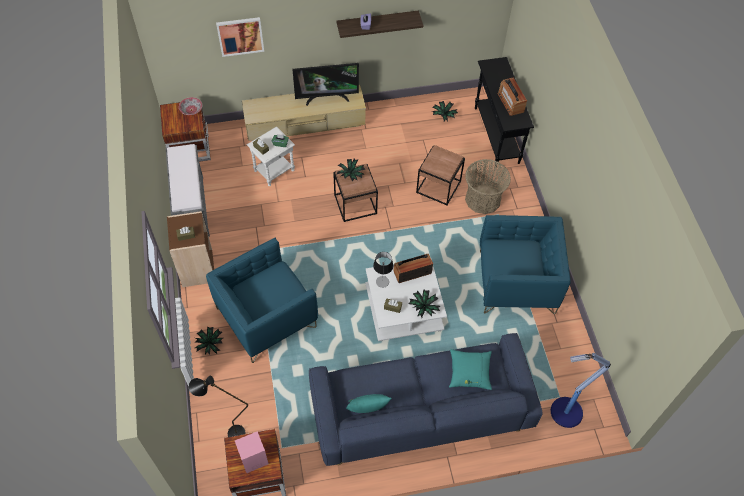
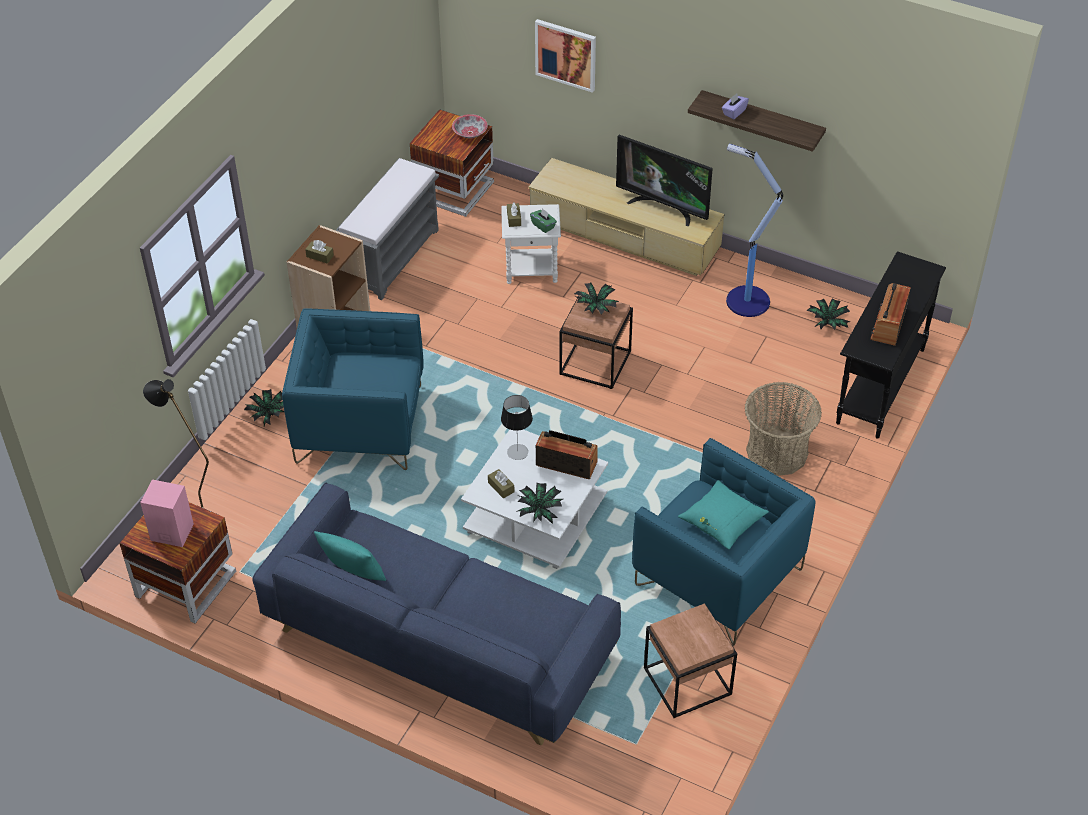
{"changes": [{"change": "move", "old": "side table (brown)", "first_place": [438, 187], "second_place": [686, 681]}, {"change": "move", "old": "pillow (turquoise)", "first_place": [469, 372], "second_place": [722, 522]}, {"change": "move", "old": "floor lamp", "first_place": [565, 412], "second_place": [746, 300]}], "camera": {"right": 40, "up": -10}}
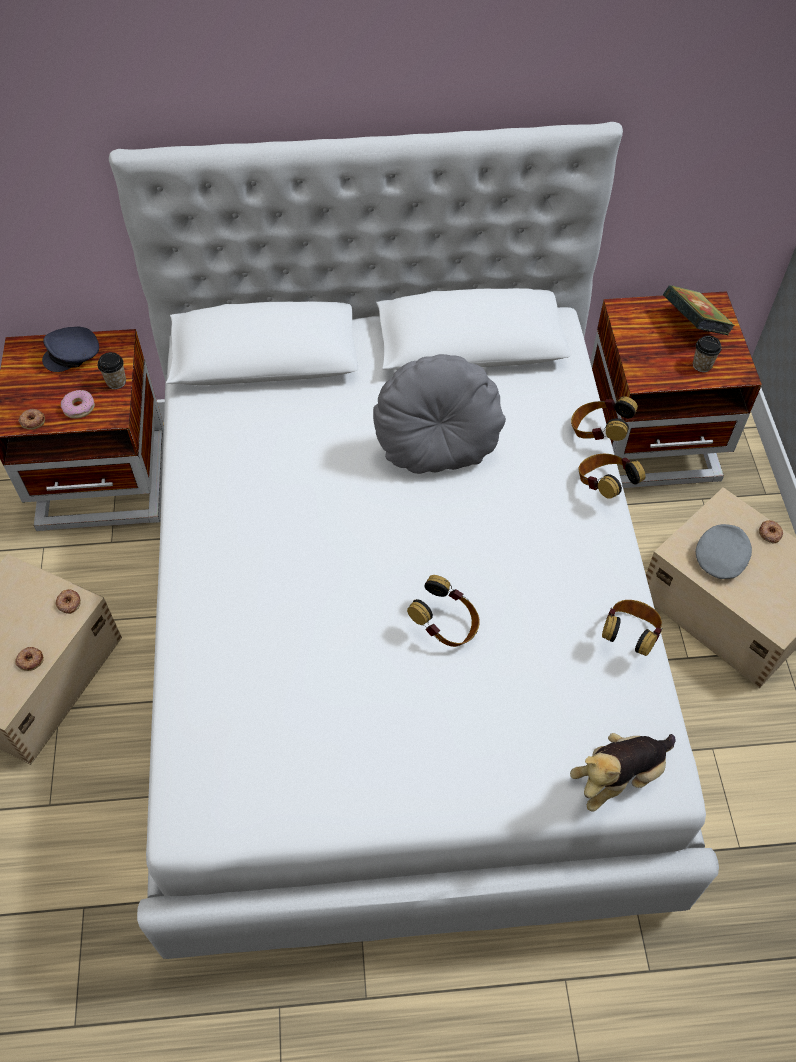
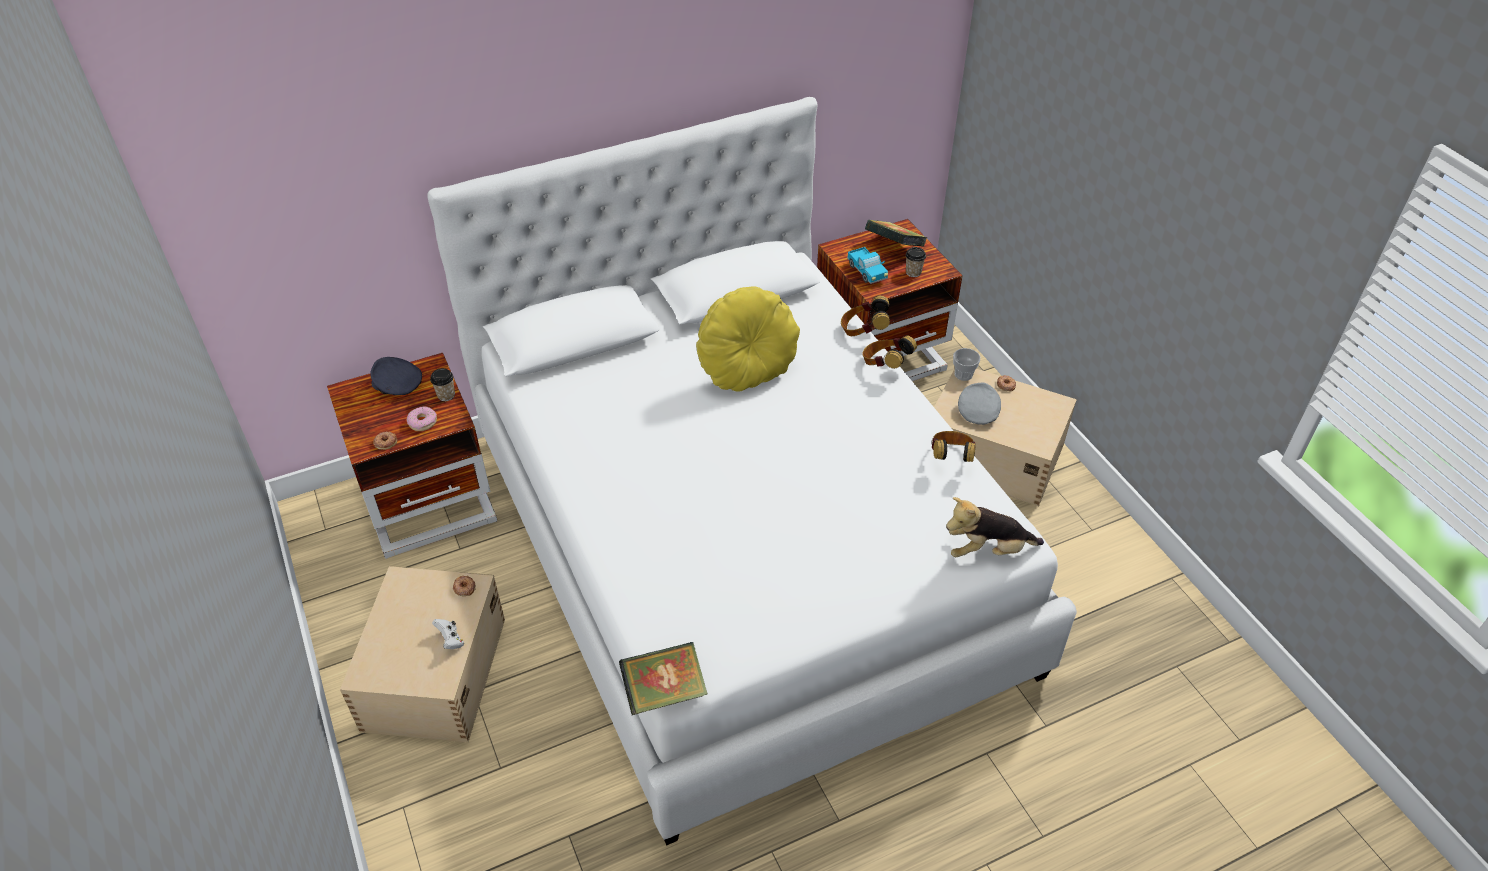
{"changes": [{"change": "delete", "old": "headphones", "first_place": [446, 626]}, {"change": "insert", "new": "book", "second_place": [664, 692]}, {"change": "insert", "new": "toy truck", "second_place": [867, 272]}, {"change": "insert", "new": "cup", "second_place": [963, 374]}, {"change": "replace", "old": "donut", "new": "game controller (white)", "first_place": [30, 660], "second_place": [451, 640]}, {"change": "recolor", "old": "pillow (grey)", "new": "pillow (yellow)", "first_place": [437, 453], "second_place": [748, 374]}, {"change": "rotate", "old": "cap (grey)", "first_place": [73, 355], "second_place": [396, 384], "degrees": 75}, {"change": "rotate", "old": "plush toy", "first_place": [618, 777], "second_place": [987, 550], "degrees": 45}], "camera": {"right": -20, "up": -10}}
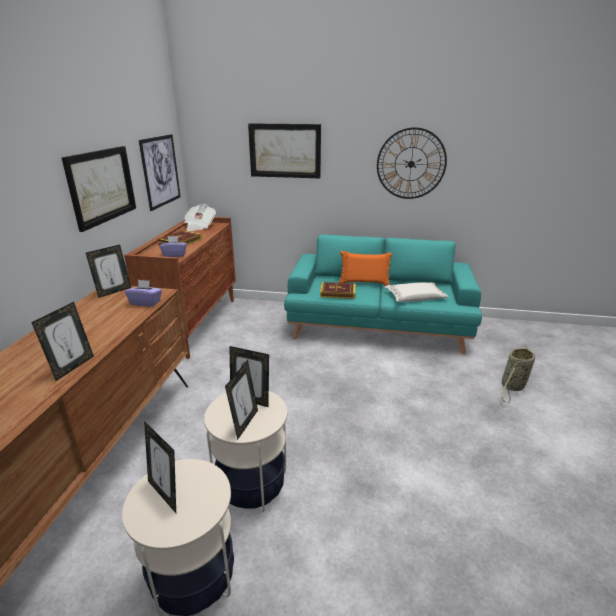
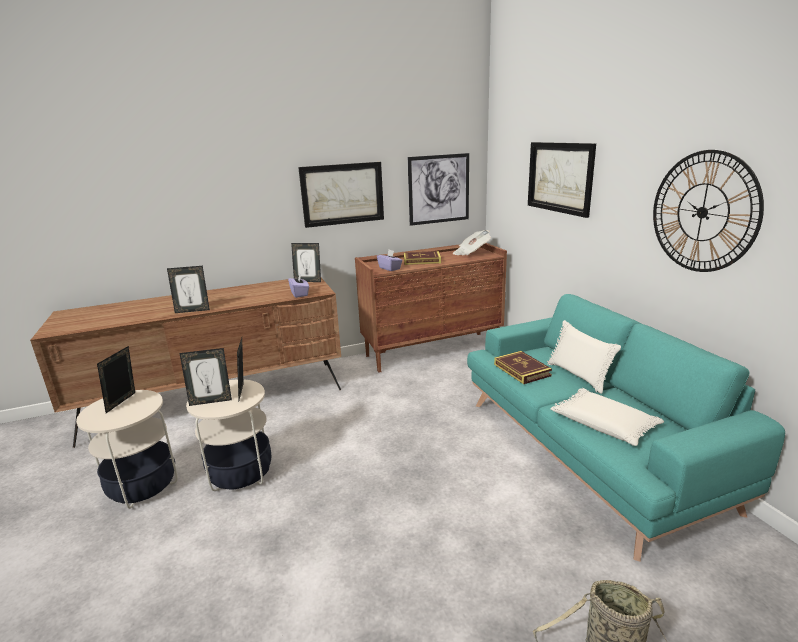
{"changes": [{"change": "recolor", "old": "pillow (orange)", "new": "pillow (white)", "first_place": [364, 283], "second_place": [579, 376]}], "camera": {"right": 60, "up": -5}}
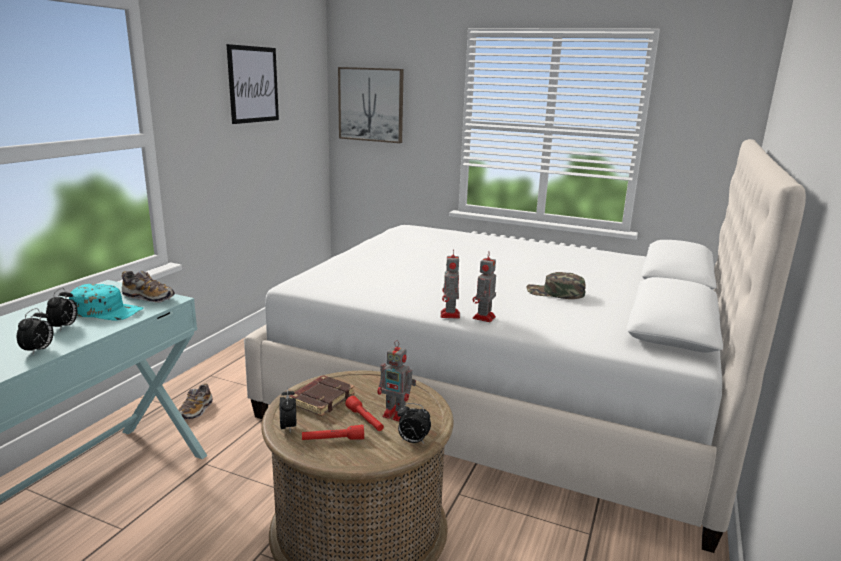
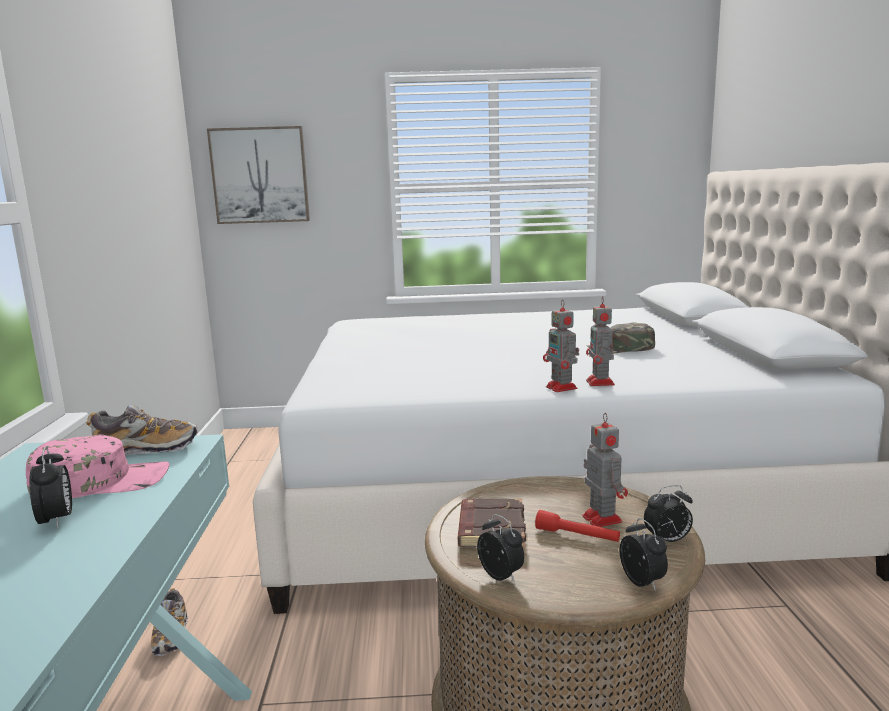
{"changes": [{"change": "delete", "old": "picture", "first_place": [253, 84]}, {"change": "delete", "old": "flashlight (red)", "first_place": [333, 440]}, {"change": "move", "old": "alarm clock", "first_place": [39, 350], "second_place": [643, 582]}, {"change": "recolor", "old": "cap (turquoise)", "new": "cap (pink)", "first_place": [107, 311], "second_place": [102, 481]}, {"change": "rotate", "old": "toy robot", "first_place": [396, 414], "second_place": [601, 518], "degrees": -105}], "camera": {"right": -25, "up": -5}}
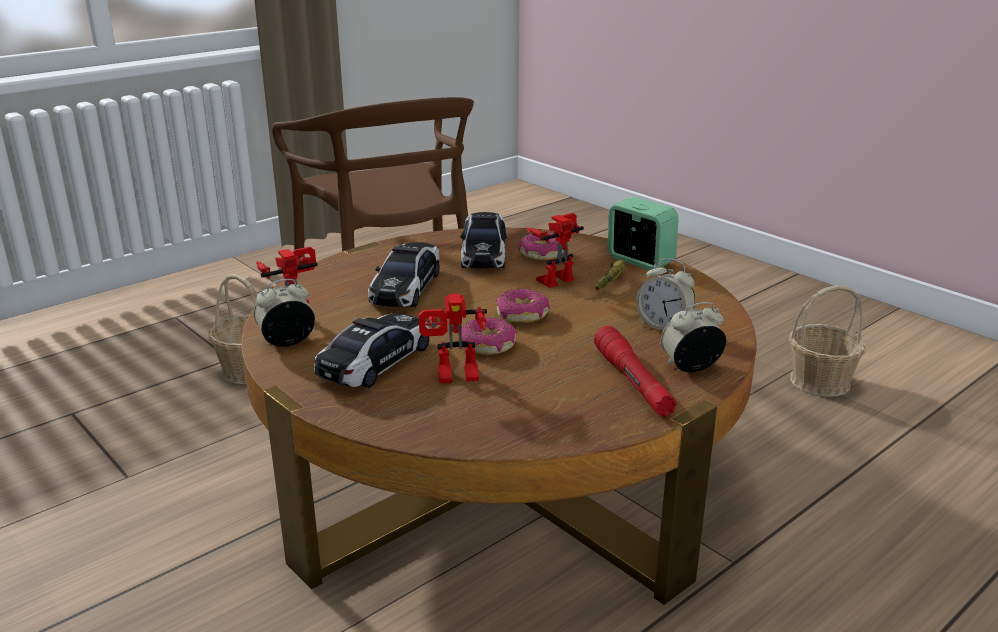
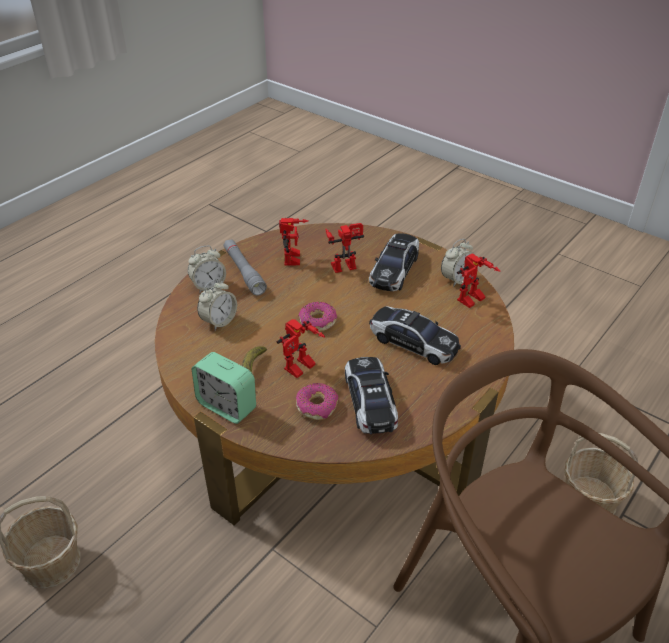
{"changes": [{"change": "delete", "old": "donut", "first_place": [488, 345]}, {"change": "insert", "new": "toy robot", "second_place": [295, 259]}, {"change": "recolor", "old": "flashlight (red)", "new": "flashlight (grey)", "first_place": [633, 382], "second_place": [244, 272]}, {"change": "rotate", "old": "toy car", "first_place": [406, 287], "second_place": [413, 342], "degrees": 120}, {"change": "rotate", "old": "alarm clock", "first_place": [663, 325], "second_place": [219, 321], "degrees": 105}], "camera": {"right": 170, "up": 15}}
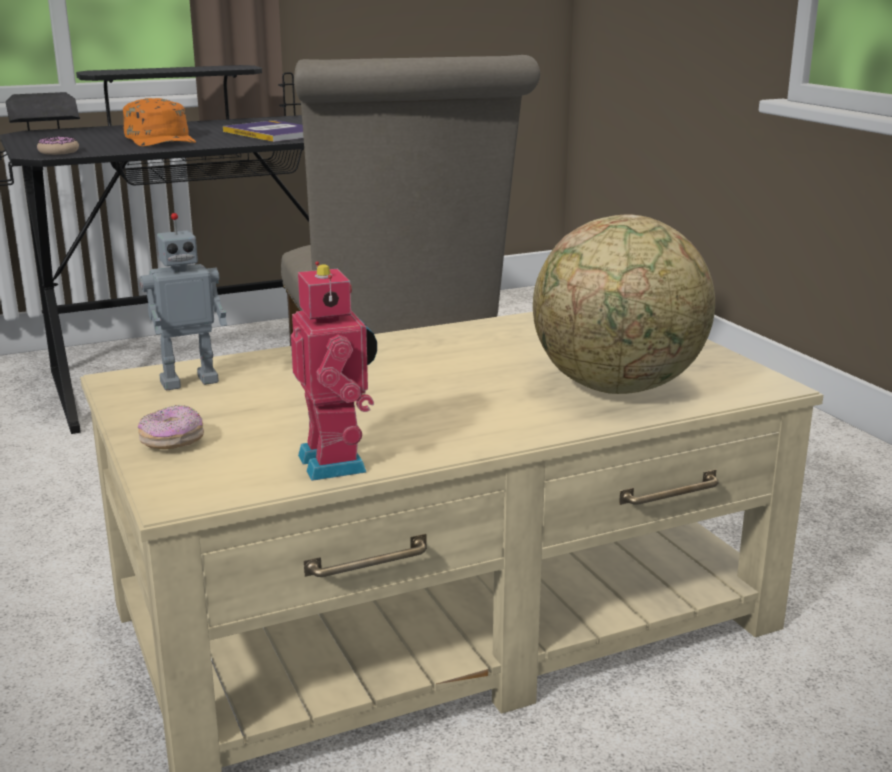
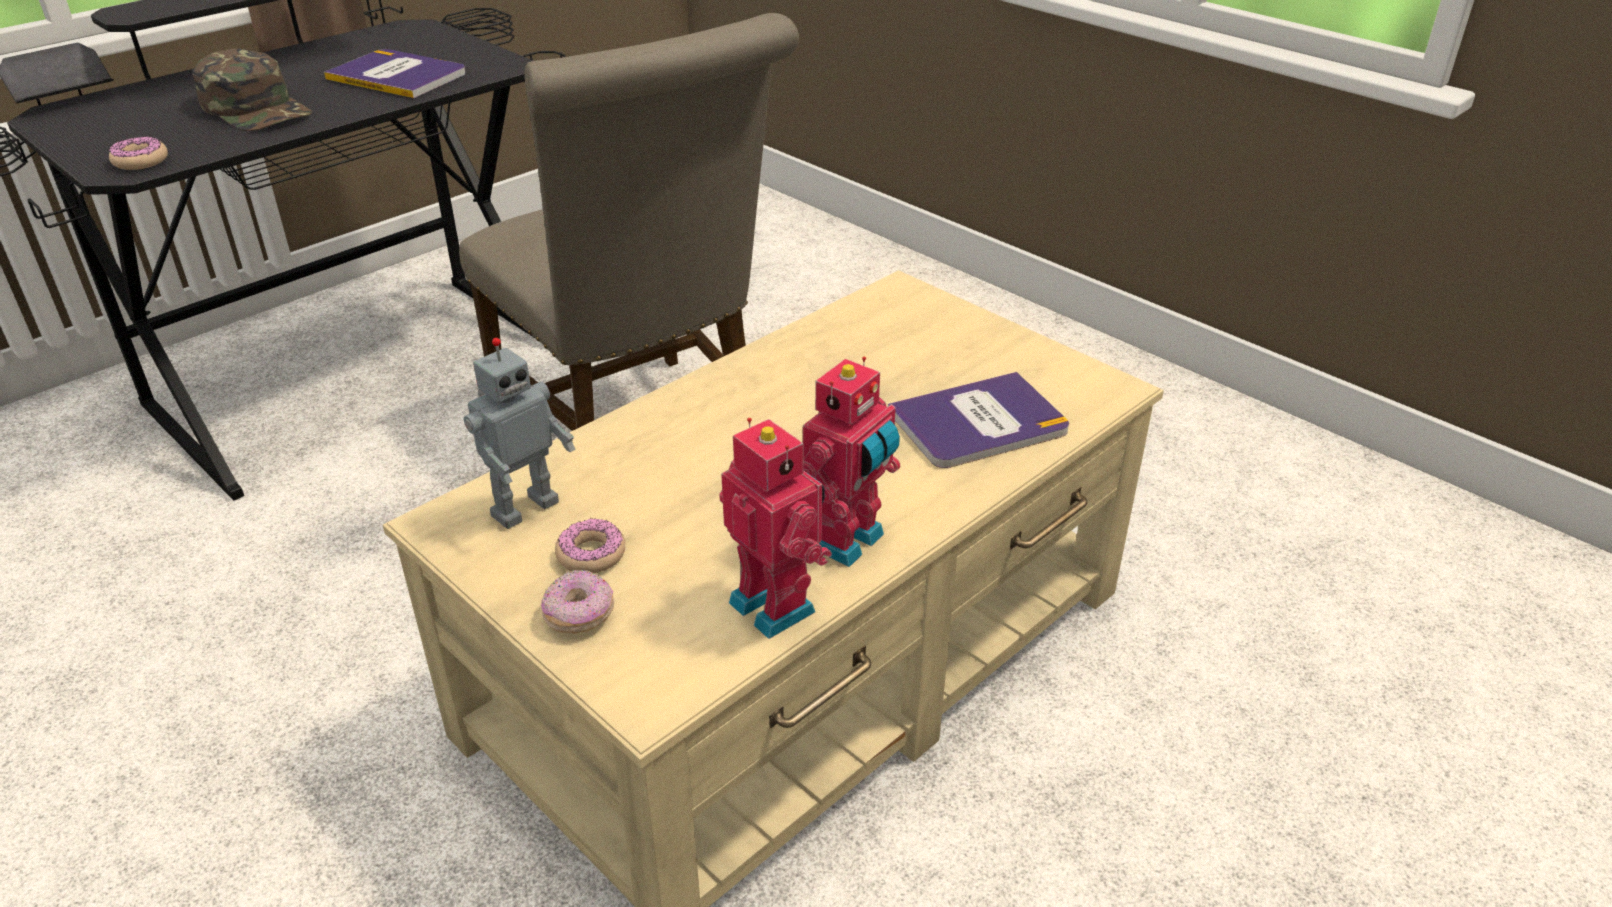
{"changes": [{"change": "insert", "new": "donut", "second_place": [591, 554]}, {"change": "insert", "new": "toy robot", "second_place": [848, 542]}, {"change": "replace", "old": "globe", "new": "book", "first_place": [618, 388], "second_place": [978, 423]}, {"change": "recolor", "old": "cap (orange)", "new": "cap (green)", "first_place": [161, 139], "second_place": [257, 109]}], "camera": {"right": -20, "up": 15}}
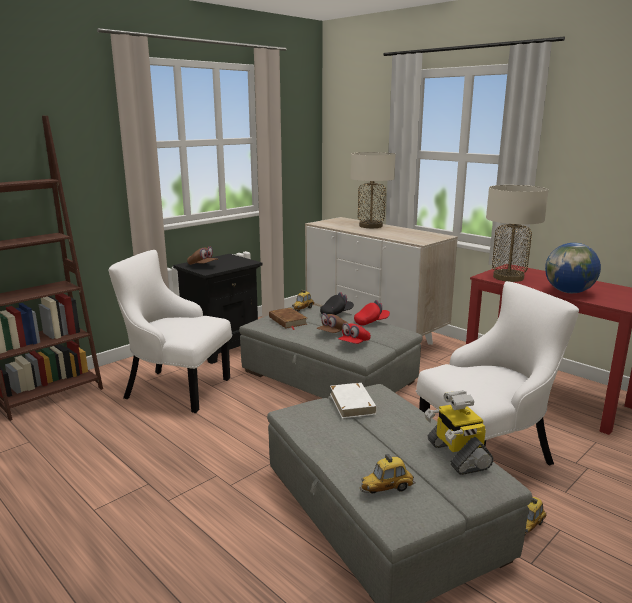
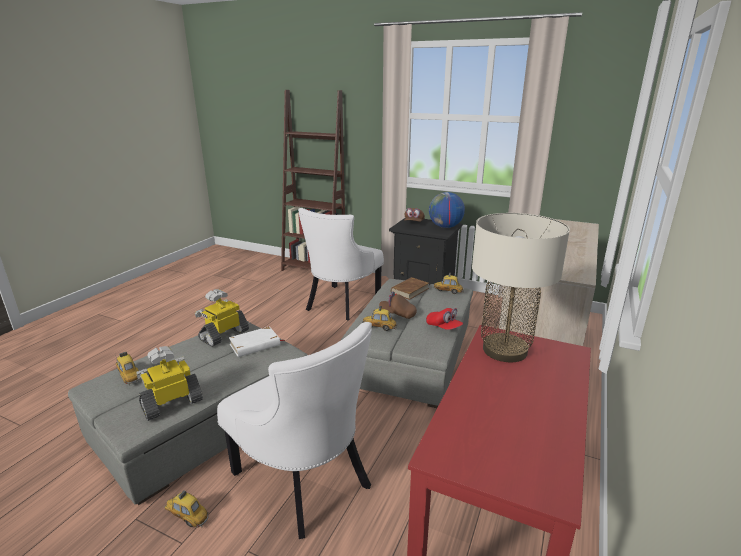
{"changes": [{"change": "delete", "old": "cap (black)", "first_place": [336, 313]}, {"change": "delete", "old": "table lamp", "first_place": [370, 226]}, {"change": "insert", "new": "toy robot", "second_place": [224, 335]}, {"change": "move", "old": "globe", "first_place": [569, 292], "second_place": [445, 227]}, {"change": "replace", "old": "cap (red)", "new": "toy car", "first_place": [354, 344], "second_place": [379, 327]}, {"change": "rotate", "old": "chair (white)", "first_place": [178, 390], "second_place": [342, 302], "degrees": -150}], "camera": {"right": 70, "up": 5}}
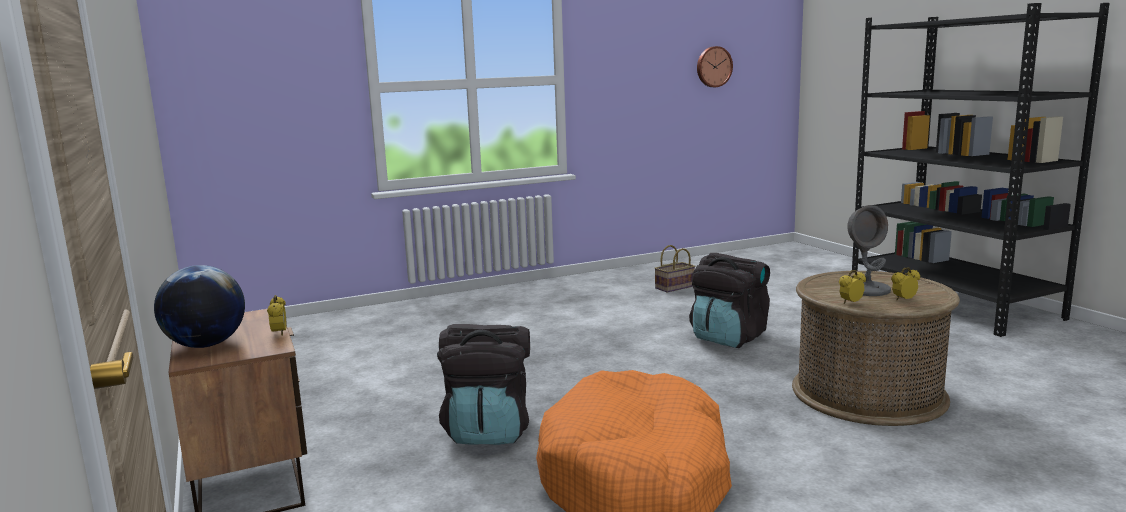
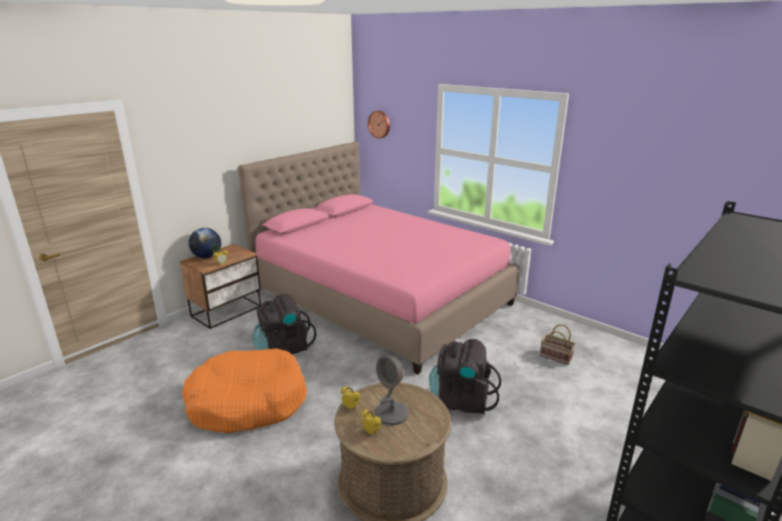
{"changes": [{"change": "insert", "new": "bed (pink)", "second_place": [380, 297]}, {"change": "move", "old": "wall clock", "first_place": [713, 67], "second_place": [379, 124]}], "camera": {"right": 65, "up": 10}}
